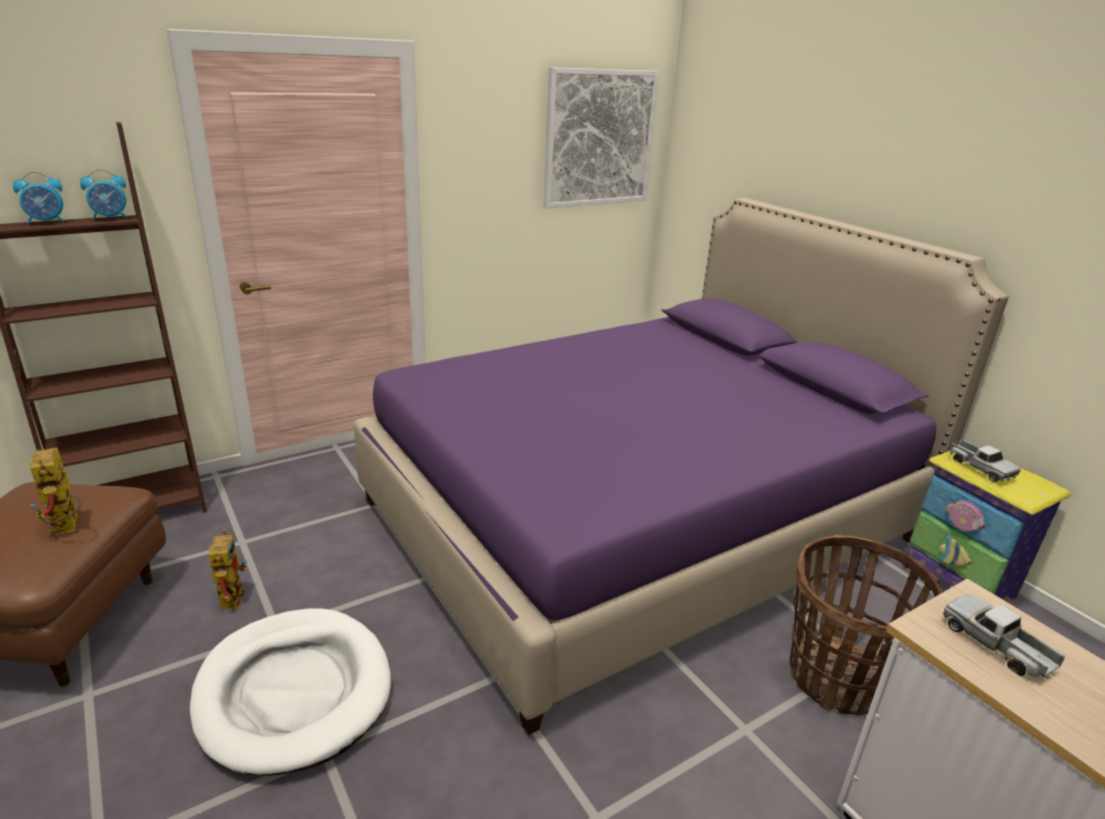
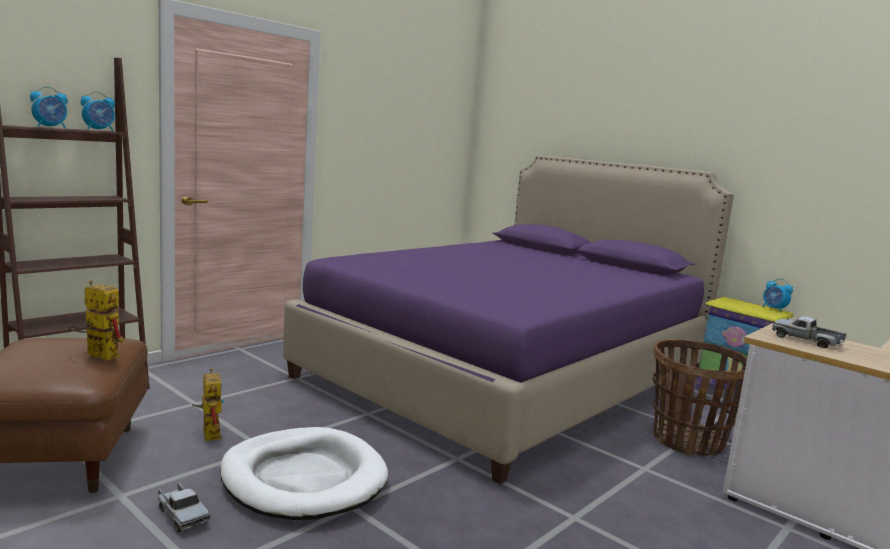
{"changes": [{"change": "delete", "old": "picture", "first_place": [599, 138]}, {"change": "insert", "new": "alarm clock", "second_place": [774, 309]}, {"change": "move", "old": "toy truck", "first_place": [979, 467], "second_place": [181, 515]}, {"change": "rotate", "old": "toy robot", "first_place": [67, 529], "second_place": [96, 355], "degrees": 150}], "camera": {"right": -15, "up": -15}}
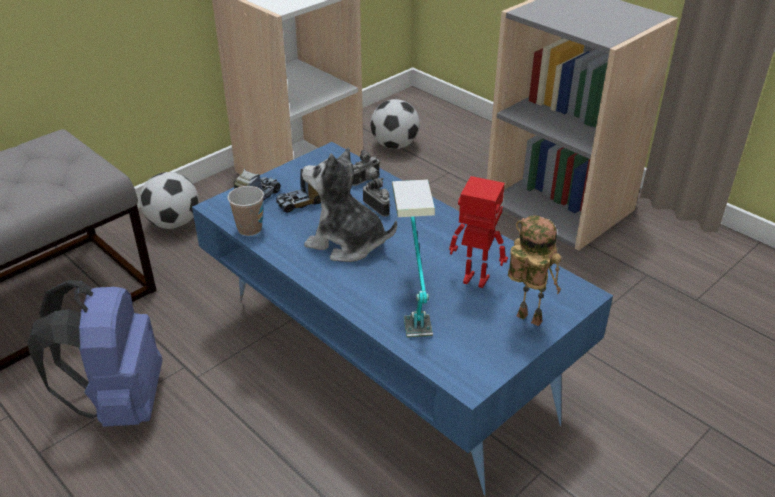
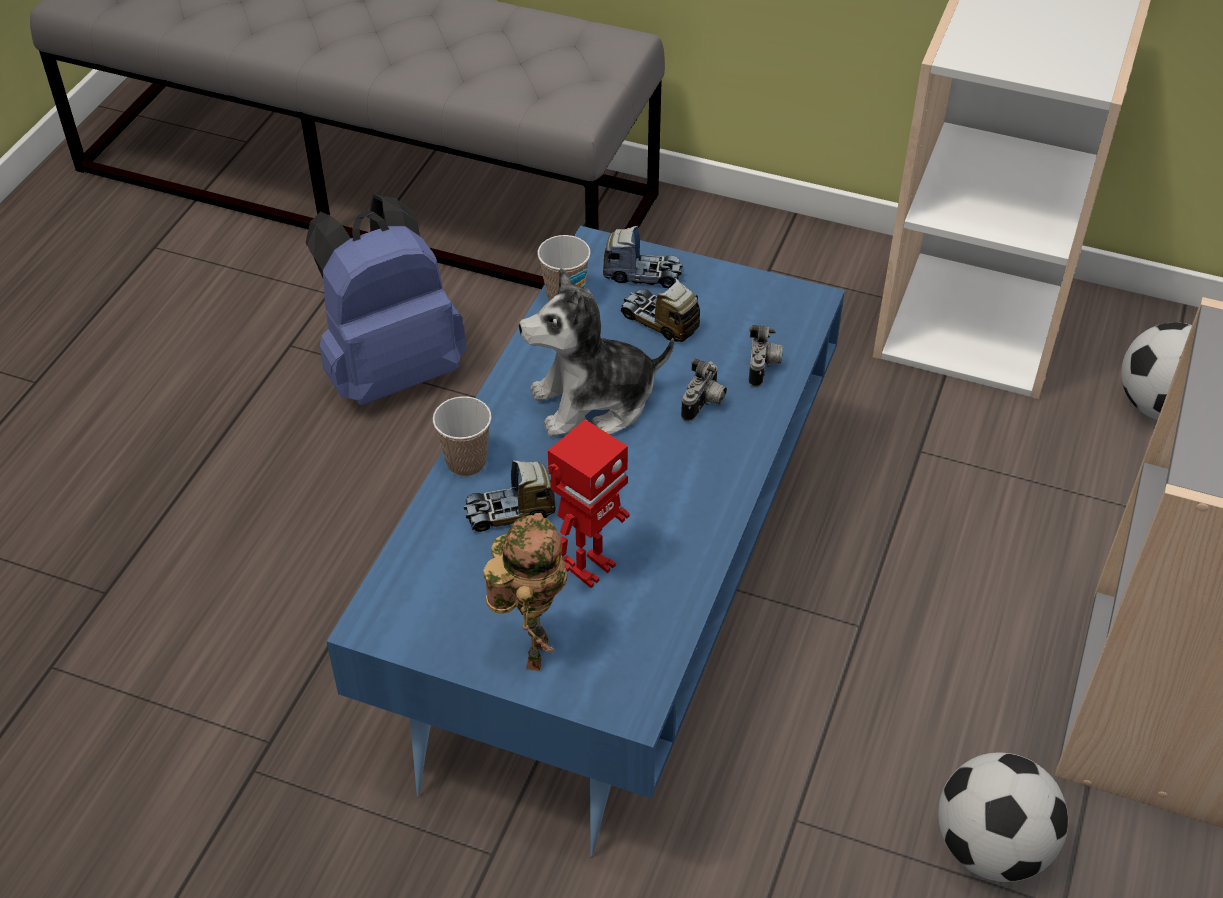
{"changes": [{"change": "insert", "new": "cup", "second_place": [466, 462]}, {"change": "move", "old": "football", "first_place": [174, 223], "second_place": [991, 847]}, {"change": "replace", "old": "table lamp", "new": "toy truck", "first_place": [413, 299], "second_place": [510, 513]}, {"change": "rotate", "old": "plush toy", "first_place": [346, 243], "second_place": [593, 402], "degrees": -105}, {"change": "rotate", "old": "photo camera", "first_place": [367, 181], "second_place": [763, 367], "degrees": -105}, {"change": "rotate", "old": "toy robot", "first_place": [475, 281], "second_place": [590, 568], "degrees": 45}], "camera": {"right": 65, "up": 10}}
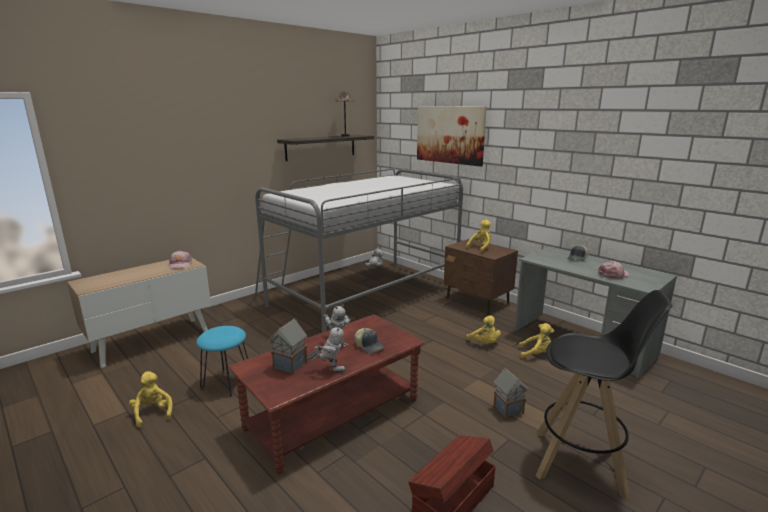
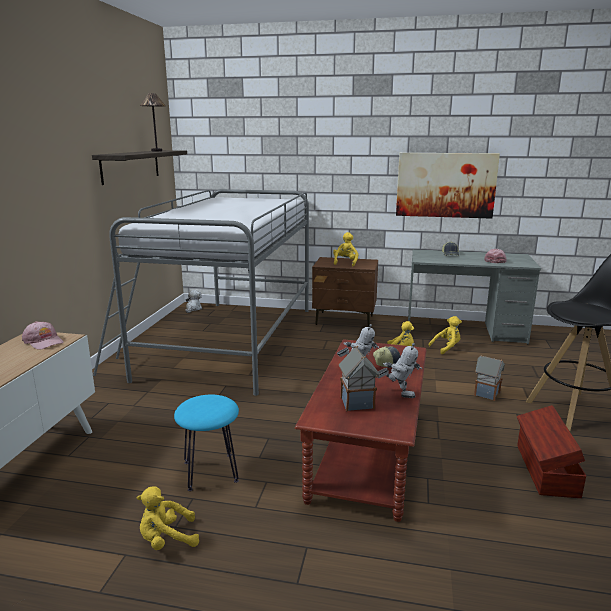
{"changes": [{"change": "move", "old": "picture", "first_place": [450, 135], "second_place": [445, 185]}, {"change": "rotate", "old": "plush toy (yellow)", "first_place": [153, 413], "second_place": [167, 540], "degrees": -45}, {"change": "rotate", "old": "toy robot", "first_place": [330, 370], "second_place": [398, 393], "degrees": 60}], "camera": {"right": -35, "up": 0}}
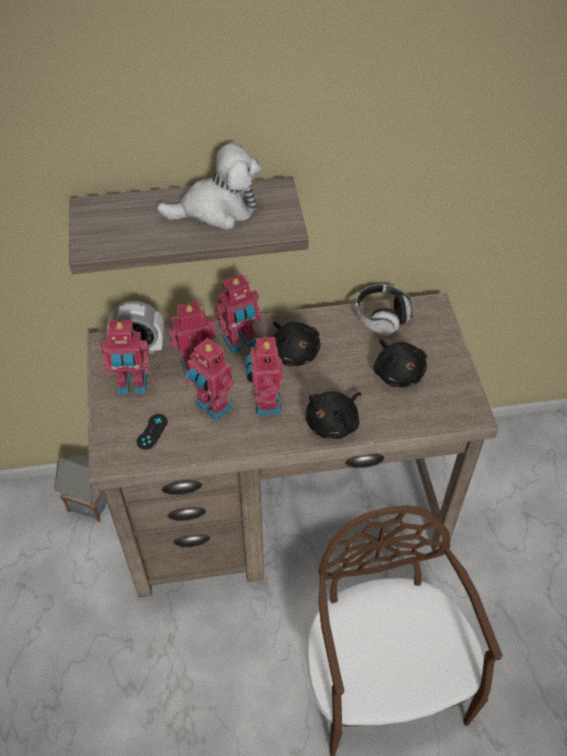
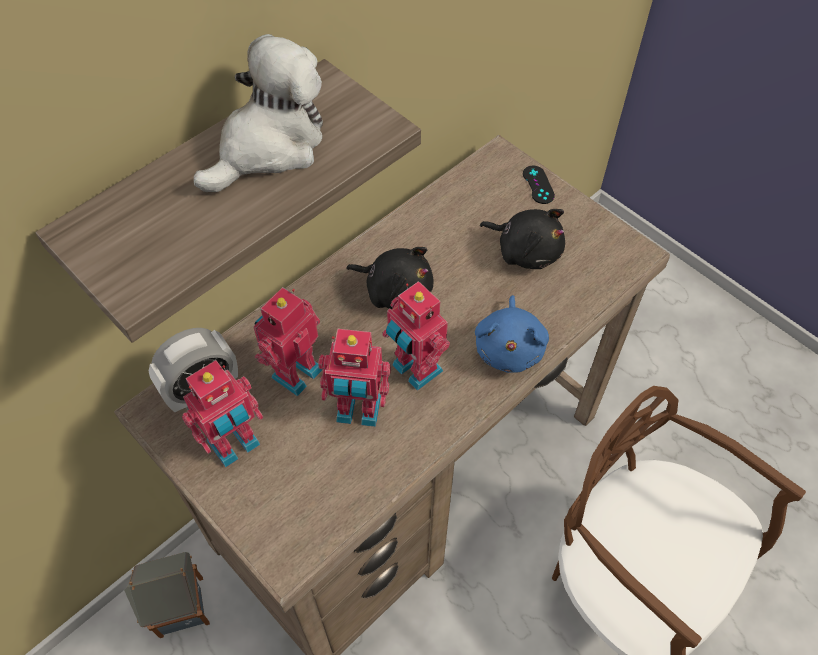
{"changes": [{"change": "delete", "old": "toy robot", "first_place": [240, 343]}, {"change": "delete", "old": "headphones", "first_place": [382, 317]}, {"change": "move", "old": "game controller (black)", "first_place": [152, 431], "second_place": [538, 185]}, {"change": "recolor", "old": "plush toy (black)", "new": "plush toy (blue)", "first_place": [334, 423], "second_place": [509, 347]}], "camera": {"right": -35, "up": 5}}
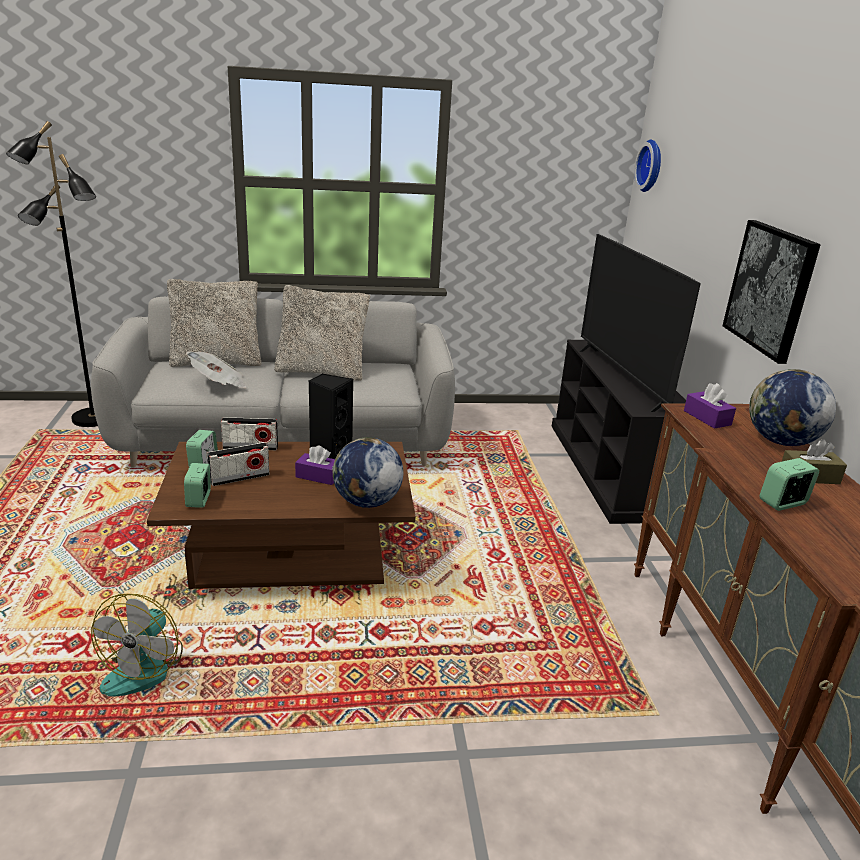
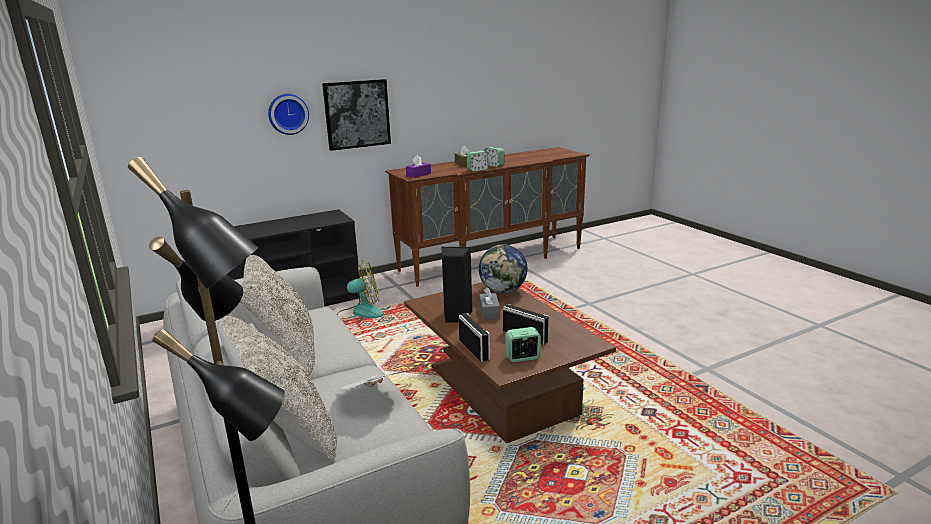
{"changes": [{"change": "delete", "old": "television", "first_place": [621, 378]}, {"change": "delete", "old": "globe", "first_place": [780, 442]}, {"change": "move", "old": "fan", "first_place": [145, 667], "second_place": [360, 314]}, {"change": "move", "old": "alarm clock", "first_place": [199, 500], "second_place": [477, 169]}, {"change": "move", "old": "wall clock", "first_place": [651, 166], "second_place": [288, 114]}, {"change": "recolor", "old": "tissue box (purple)", "new": "tissue box (grey)", "first_place": [318, 476], "second_place": [489, 312]}], "camera": {"right": -110, "up": -5}}
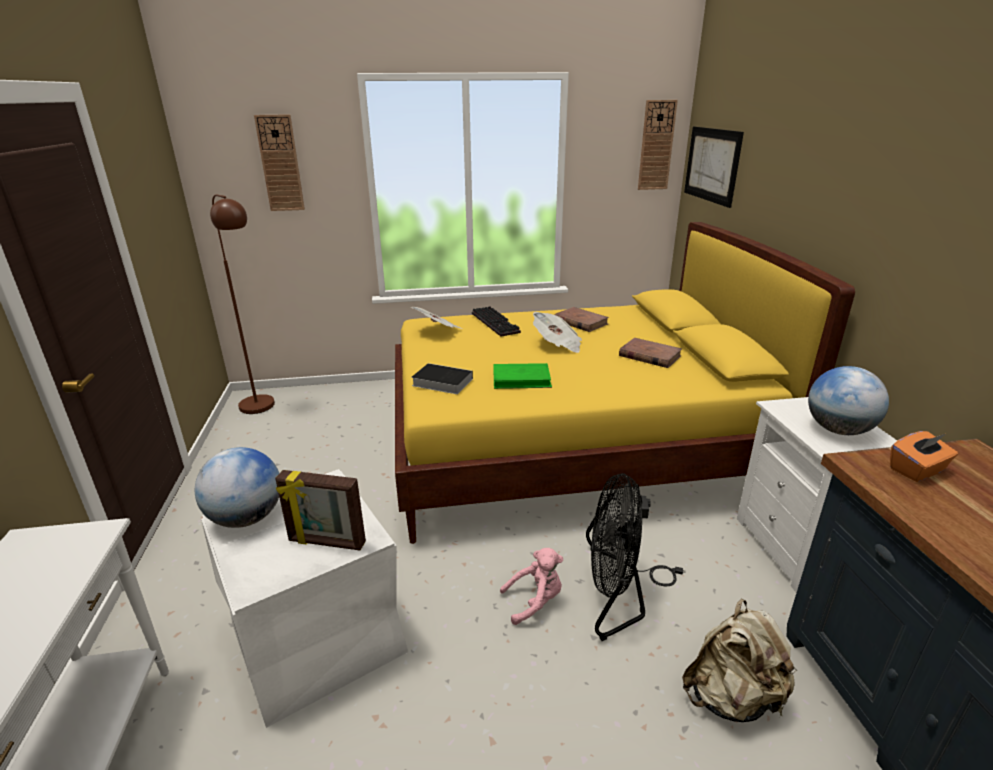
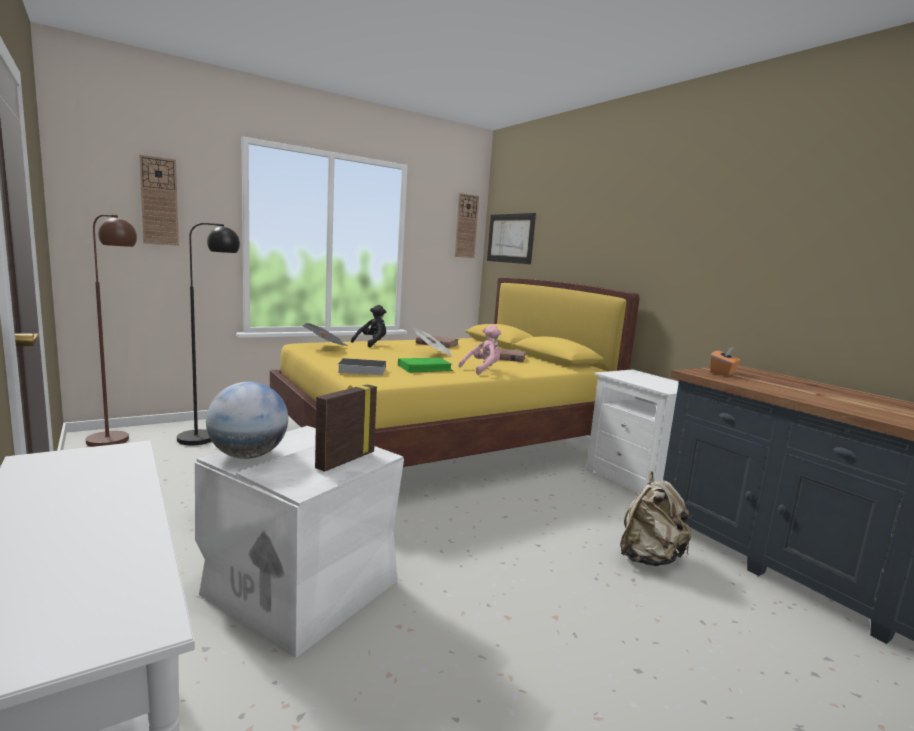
{"changes": [{"change": "delete", "old": "fan (black)", "first_place": [621, 588]}, {"change": "delete", "old": "globe", "first_place": [838, 430]}, {"change": "insert", "new": "floor lamp (black)", "second_place": [208, 438]}, {"change": "move", "old": "plush toy (pink)", "first_place": [535, 601], "second_place": [482, 369]}, {"change": "replace", "old": "keyboard", "new": "plush toy (black)", "first_place": [497, 323], "second_place": [372, 344]}, {"change": "rotate", "old": "picture frame", "first_place": [326, 543], "second_place": [345, 460], "degrees": 135}], "camera": {"right": -25, "up": -15}}
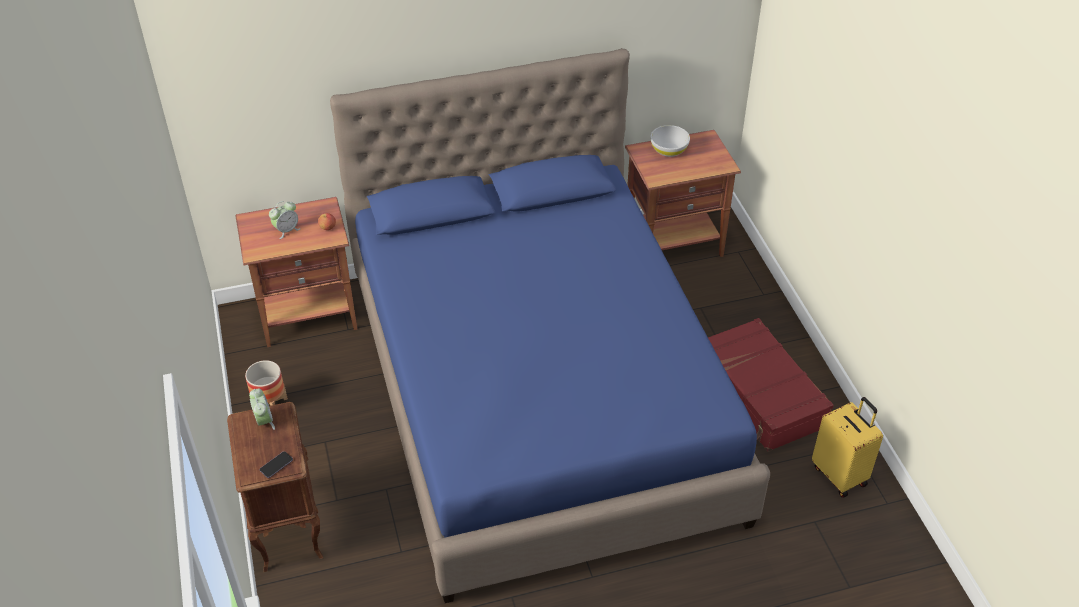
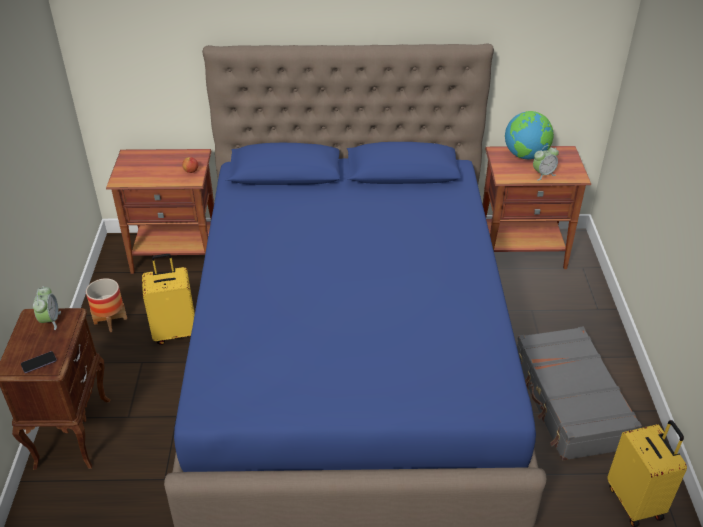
{"changes": [{"change": "insert", "new": "suitcase (yellow)", "second_place": [176, 332]}, {"change": "move", "old": "alarm clock", "first_place": [286, 230], "second_place": [543, 174]}, {"change": "replace", "old": "bowl (white)", "new": "globe", "first_place": [669, 150], "second_place": [526, 156]}, {"change": "recolor", "old": "suitcase (red)", "new": "suitcase (grey)", "first_place": [759, 395], "second_place": [569, 402]}], "camera": {"right": 15, "up": -5}}
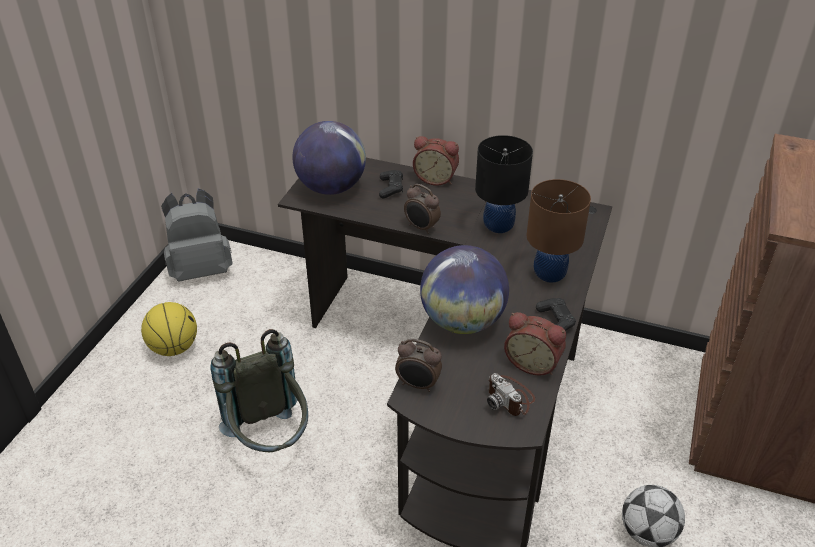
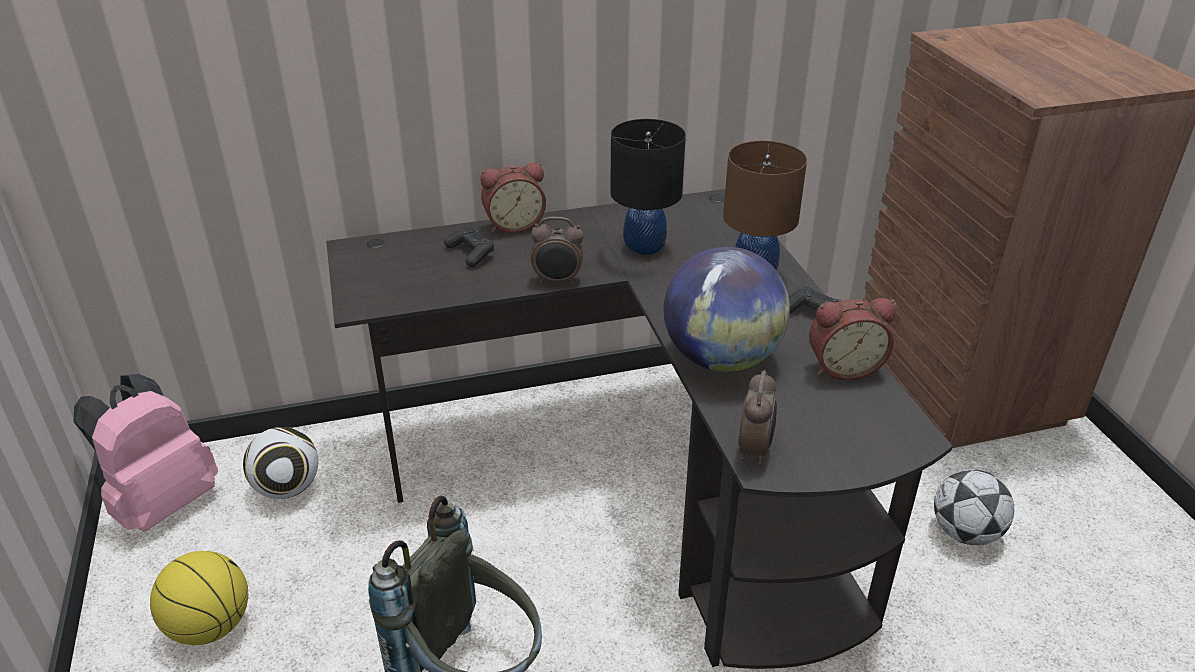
{"changes": [{"change": "delete", "old": "globe", "first_place": [331, 187]}, {"change": "delete", "old": "photo camera", "first_place": [510, 398]}, {"change": "insert", "new": "football", "second_place": [287, 488]}, {"change": "recolor", "old": "backpack (grey)", "new": "backpack (pink)", "first_place": [201, 269], "second_place": [162, 503]}, {"change": "rotate", "old": "alarm clock", "first_place": [418, 385], "second_place": [755, 449], "degrees": -60}], "camera": {"right": -35, "up": -5}}
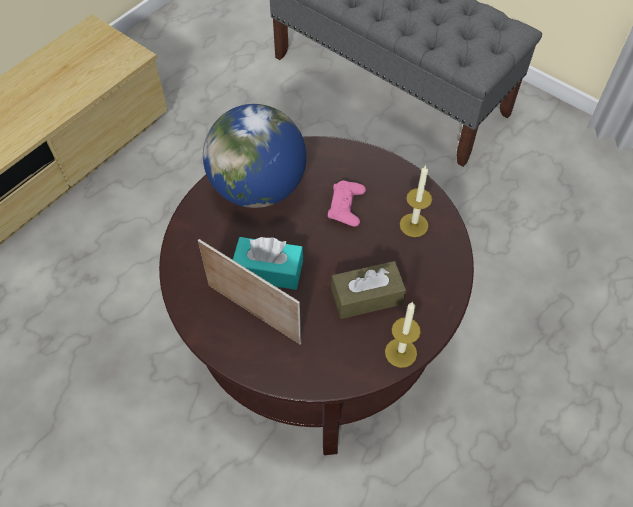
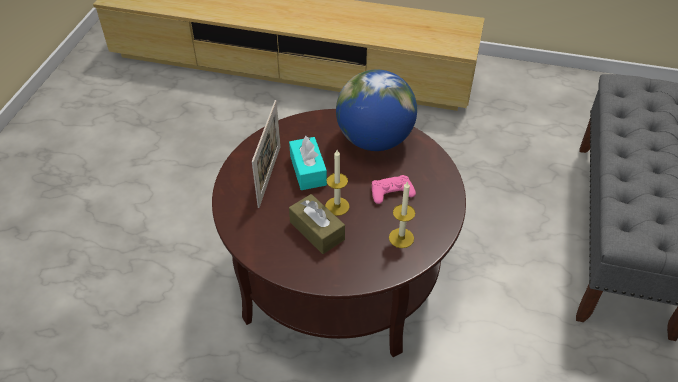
{"changes": [{"change": "move", "old": "candle", "first_place": [400, 352], "second_place": [337, 206]}], "camera": {"right": 65, "up": -10}}
